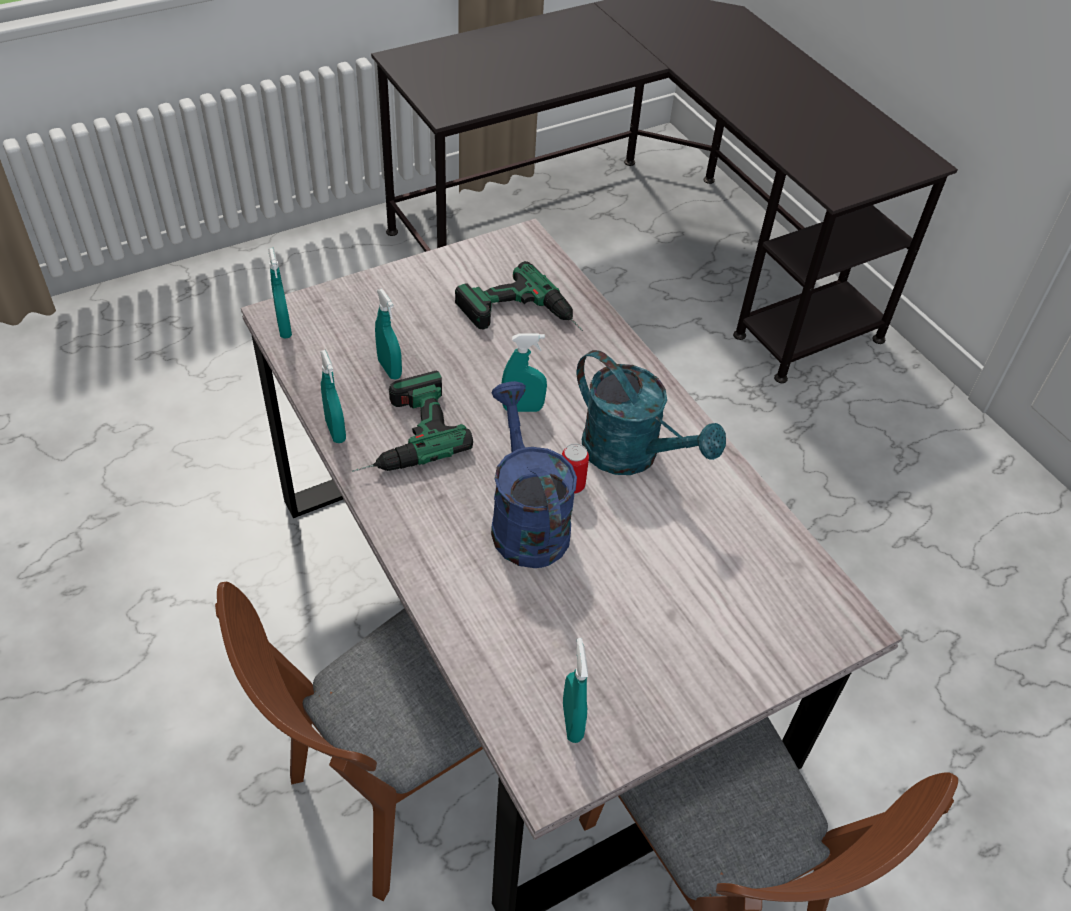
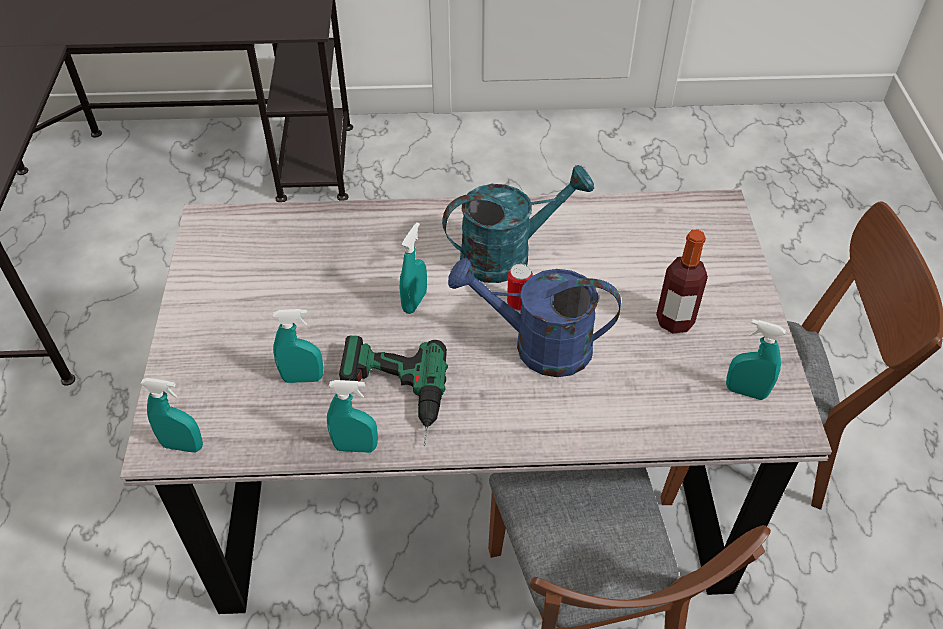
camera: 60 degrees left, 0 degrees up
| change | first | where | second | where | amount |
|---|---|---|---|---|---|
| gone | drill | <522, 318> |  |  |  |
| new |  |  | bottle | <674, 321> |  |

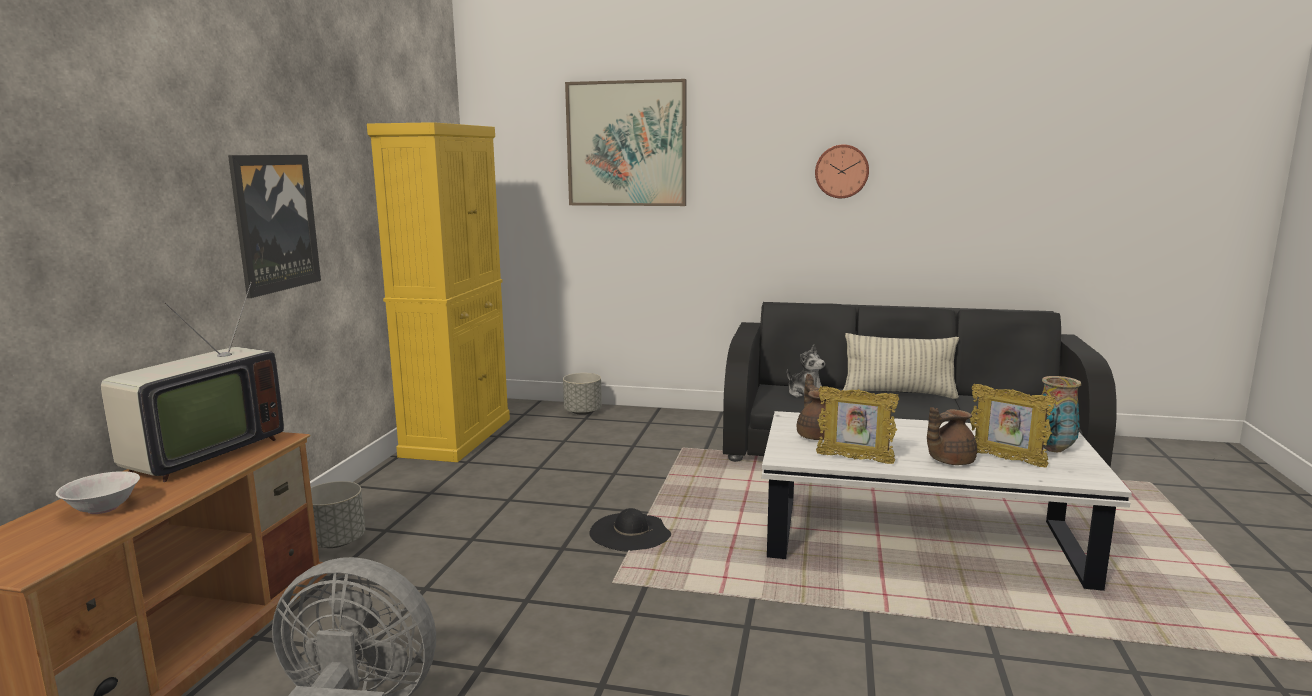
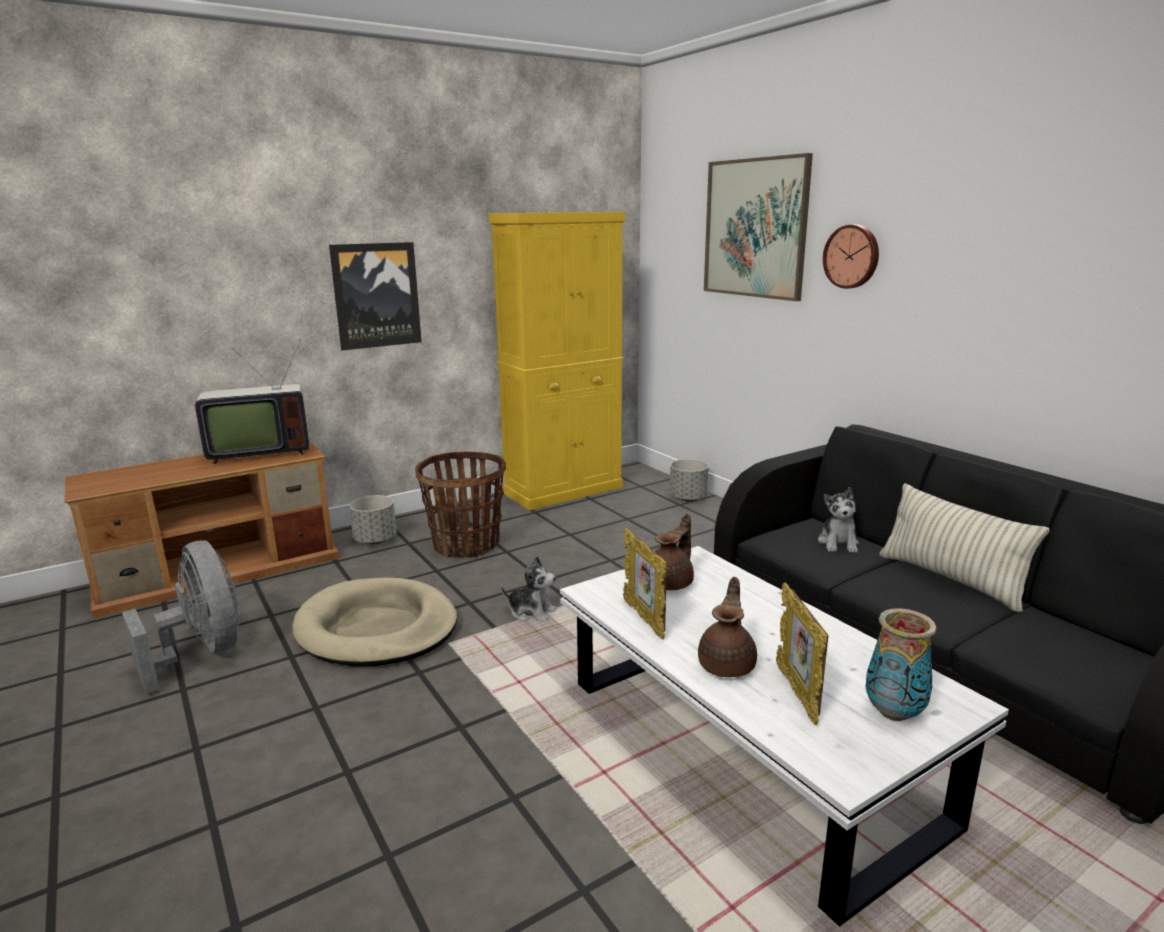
camera: 45 degrees right, 5 degrees up
| change | first | where | second | where | amount |
|---|---|---|---|---|---|
| gone | serving bowl (whitish) | <103, 508> |  |  |  |
| new |  |  | pet bed (beige) | <377, 628> |  |
| new |  |  | household basket | <466, 545> |  |
| shifted | hanging clock | <841, 171> |  | <852, 256> |  |
| swapped | hat (black-coloured) | <631, 532> | soft toy | <531, 612> |  |
| rotated | tea pot (brown-coloured) | <948, 461> |  | <727, 664> | 90 degrees clockwise |

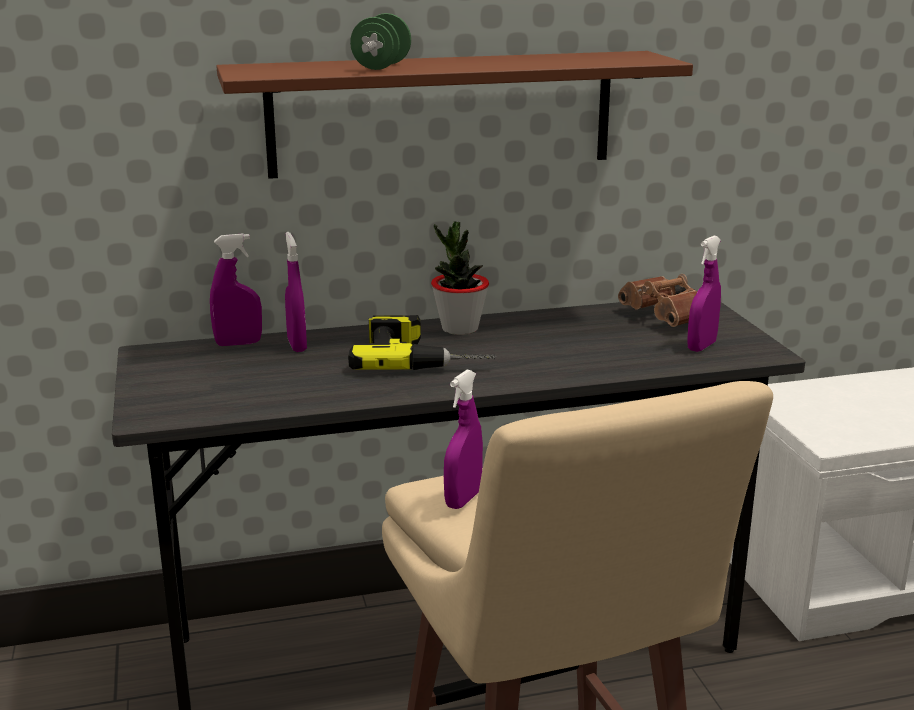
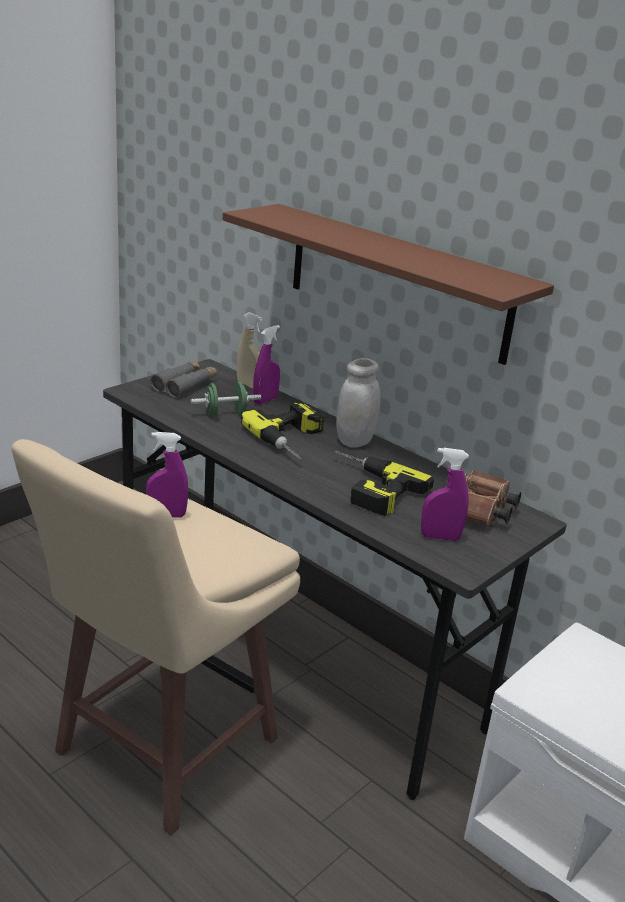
camera: 55 degrees right, 5 degrees up
| change | first | where | second | where | amount |
|---|---|---|---|---|---|
| new |  |  | field glasses (gray) | <185, 385> |  |
| new |  |  | drill | <366, 487> |  |
| shifted | hand weight (green) | <381, 67> |  | <225, 413> |  |
| swapped | houseplant | <459, 329> | preserve jar (whitish) | <355, 441> |  |
| repainted | spray bottle (purple) | <238, 343> | spray bottle (beige) | <248, 385> |  |

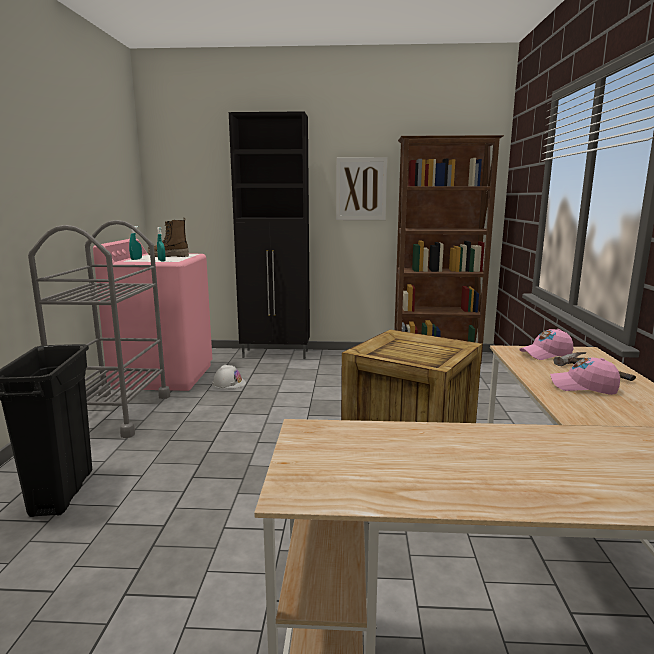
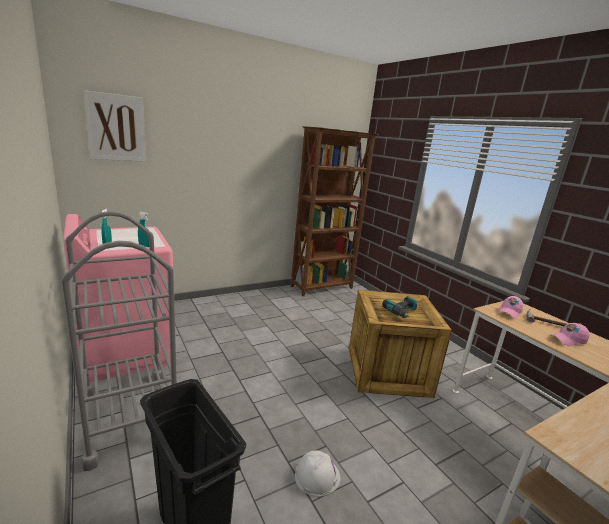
camera: 35 degrees left, 5 degrees up
| change | first | where | second | where | amount |
|---|---|---|---|---|---|
| gone | boot | <168, 256> |  |  |  |
| gone | storage cabinet (black-coloured) | <276, 354> |  |  |  |
| new |  |  | drill | <402, 312> |  |
| shifted | safety helmet (whitish) | <229, 383> |  | <317, 476> |  |
| shifted | wall art | <361, 189> |  | <116, 128> |  |

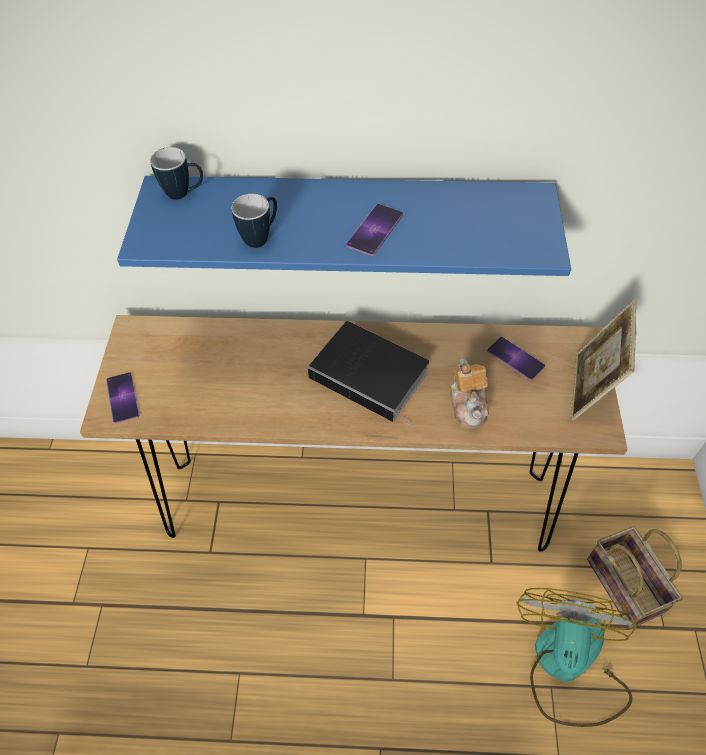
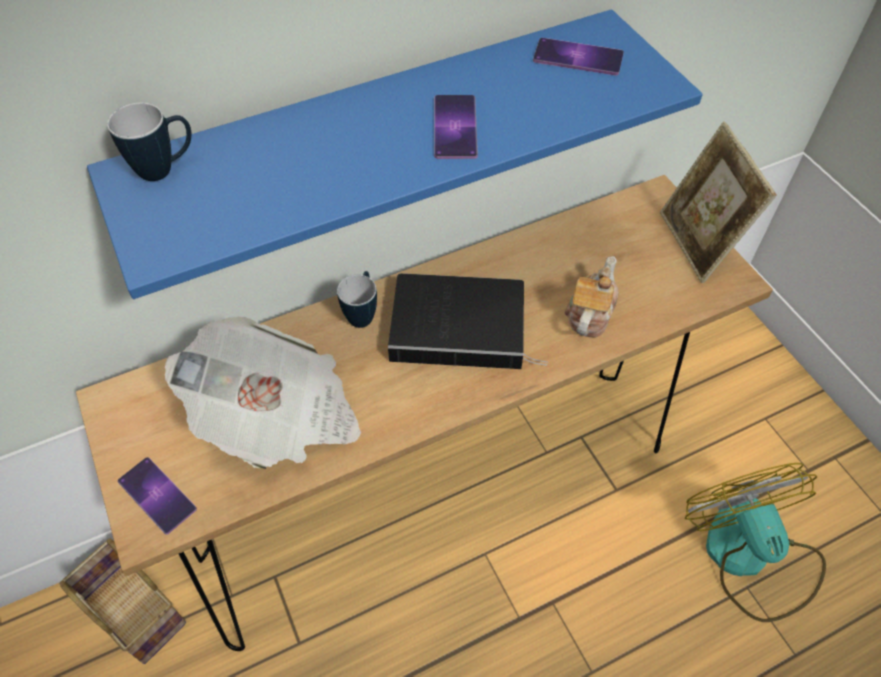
camera: 30 degrees left, 0 degrees up
| change | first | where | second | where | amount |
|---|---|---|---|---|---|
| new |  |  | daily paper | <278, 416> |  |
| shifted | mug | <261, 237> |  | <362, 313> |  |
| shifted | handset | <515, 358> |  | <578, 57> |  |
| shifted | household basket | <627, 587> |  | <139, 611> |  |
| rotated | tea pot | <468, 405> |  | <589, 313> | 120 degrees counterclockwise |

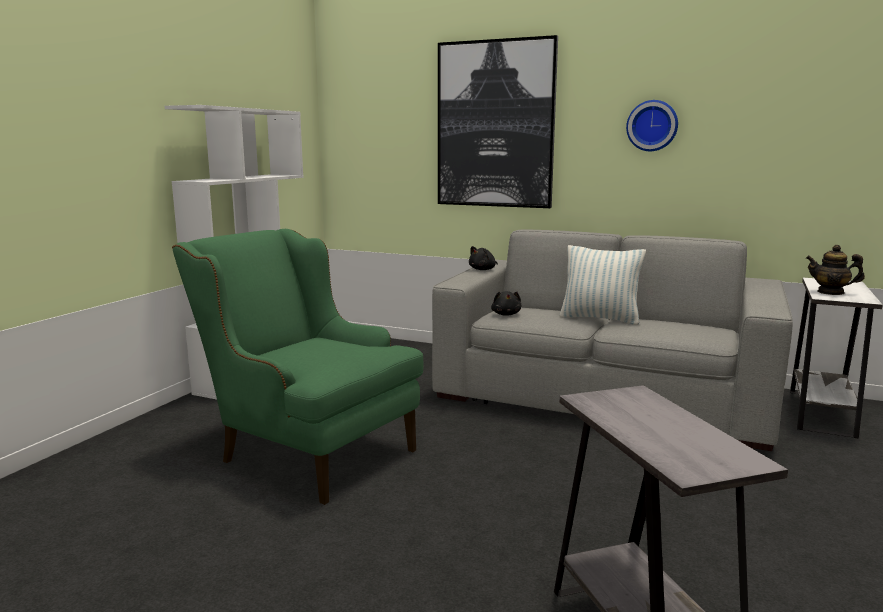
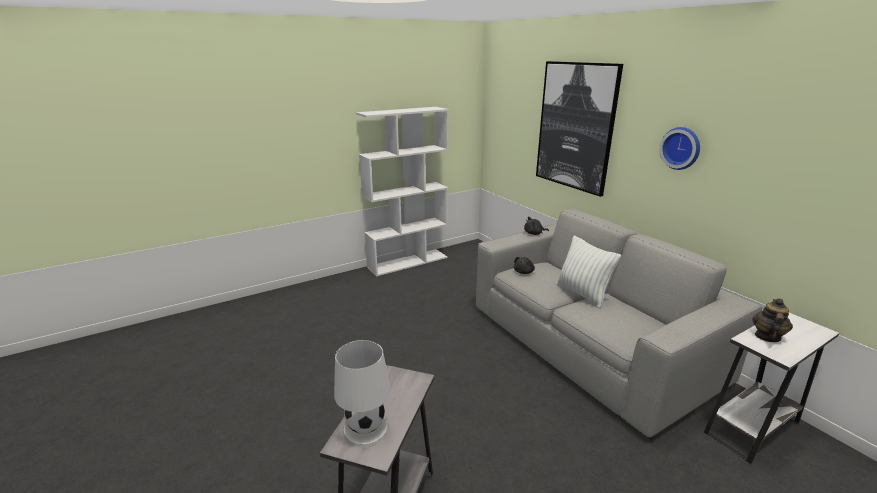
camera: 35 degrees right, 10 degrees up
| change | first | where | second | where | amount |
|---|---|---|---|---|---|
| gone | easy chair (green) | <306, 450> |  |  |  |
| new |  |  | table lamp (whitish) | <365, 429> |  |
| rotated | tea pot | <830, 292> |  | <767, 336> | 60 degrees clockwise |

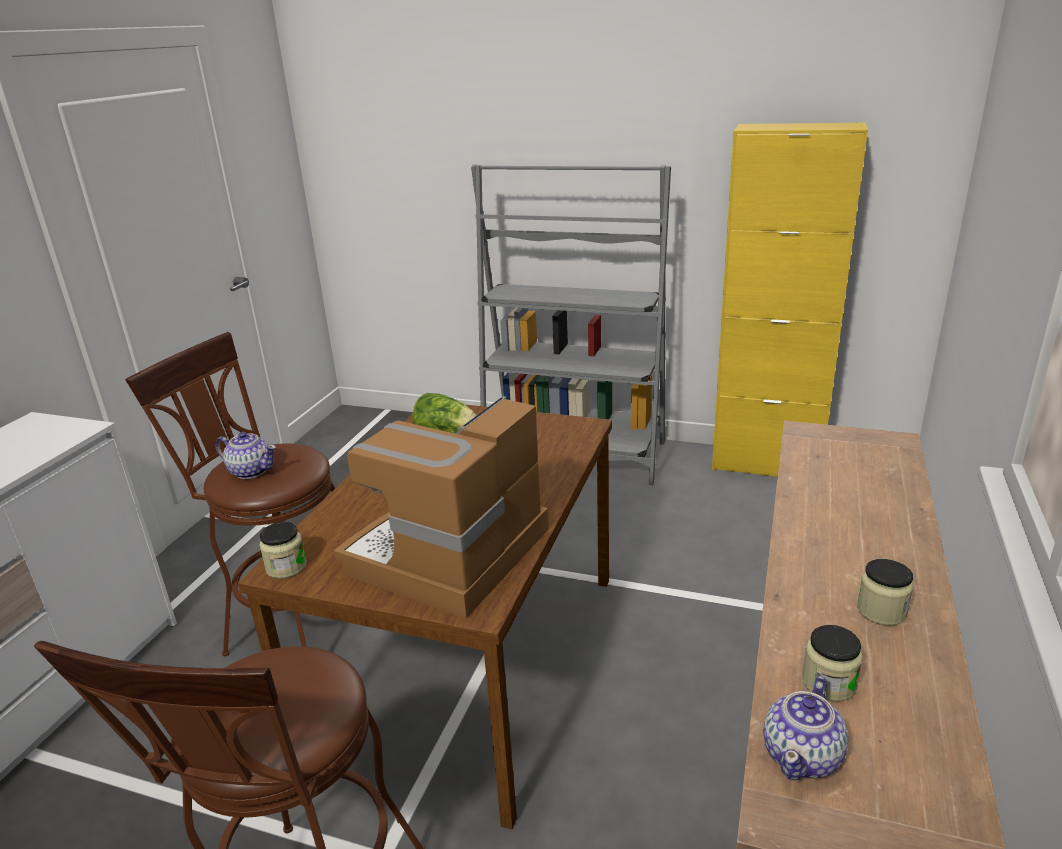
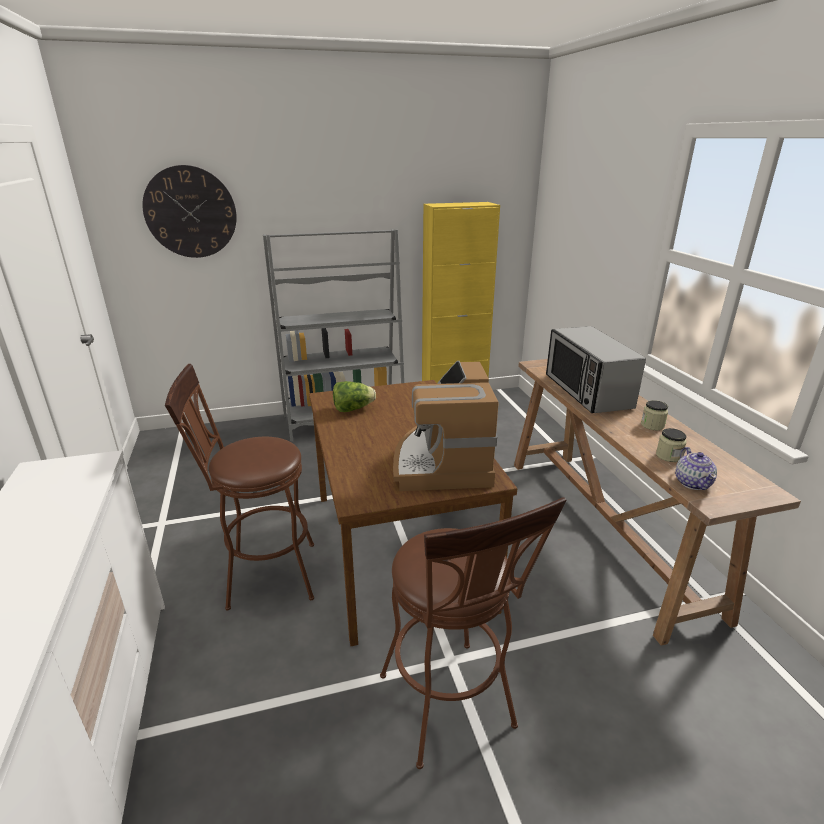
camera: 35 degrees left, 0 degrees up
| change | first | where | second | where | amount |
|---|---|---|---|---|---|
| gone | tea pot | <251, 471> |  |  |  |
| gone | preserve jar | <286, 567> |  |  |  |
| new |  |  | hanging clock | <190, 212> |  |
| new |  |  | microwave oven | <587, 392> |  |

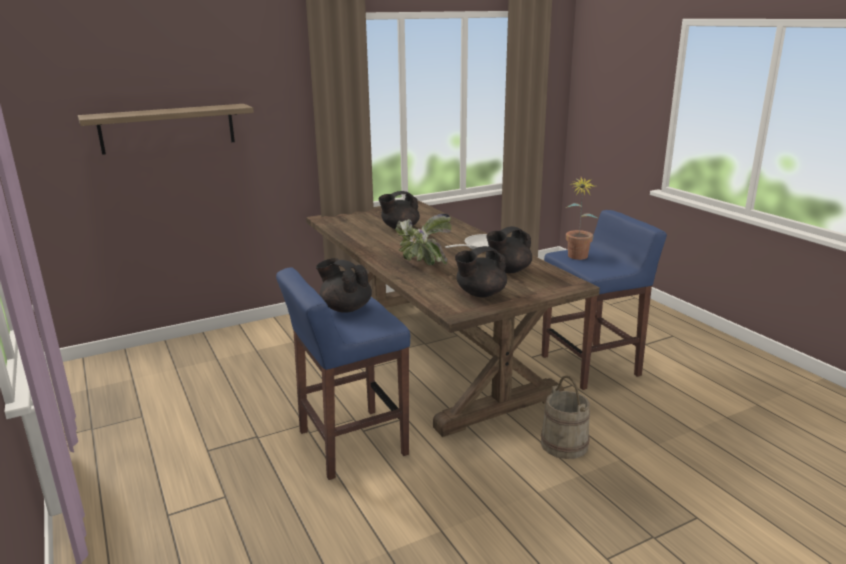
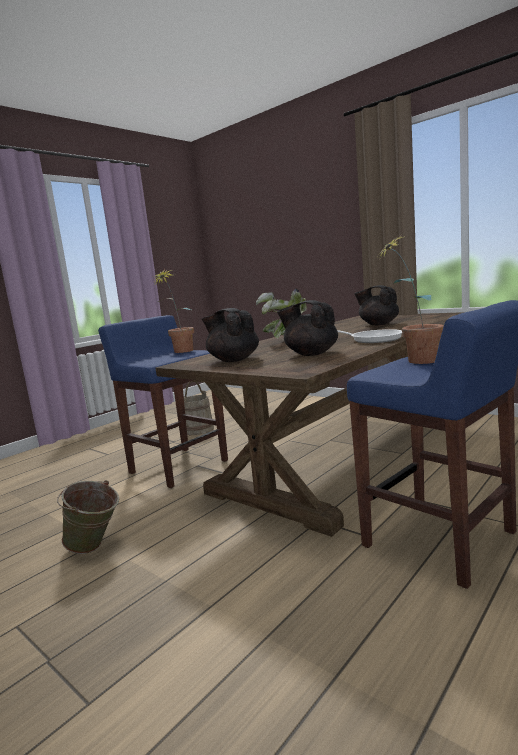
camera: 70 degrees right, 10 degrees down
| change | first | where | second | where | amount |
|---|---|---|---|---|---|
| gone | wall shelf | <168, 128> |  |  |  |
| new |  |  | bucket (green) | <95, 548> |  |
| shifted | bucket (beige) | <564, 444> |  | <198, 430> |  |
| swapped | tea pot (black-coloured) | <345, 308> | houseplant | <180, 352> |  |

